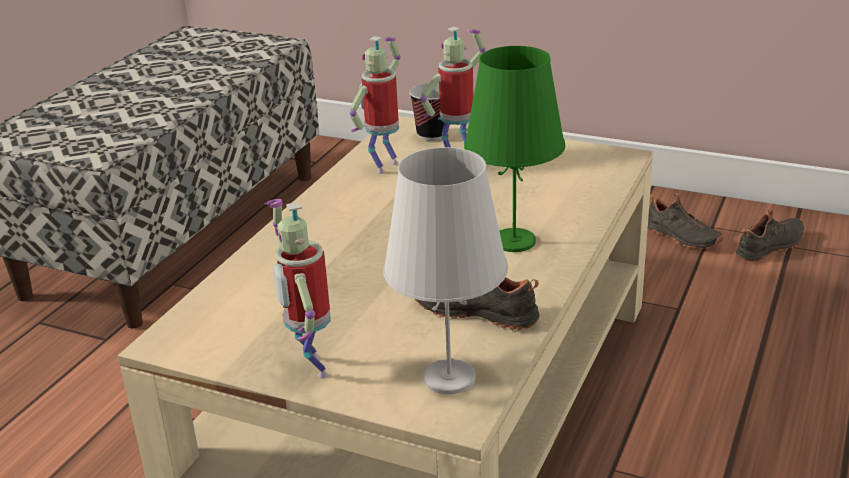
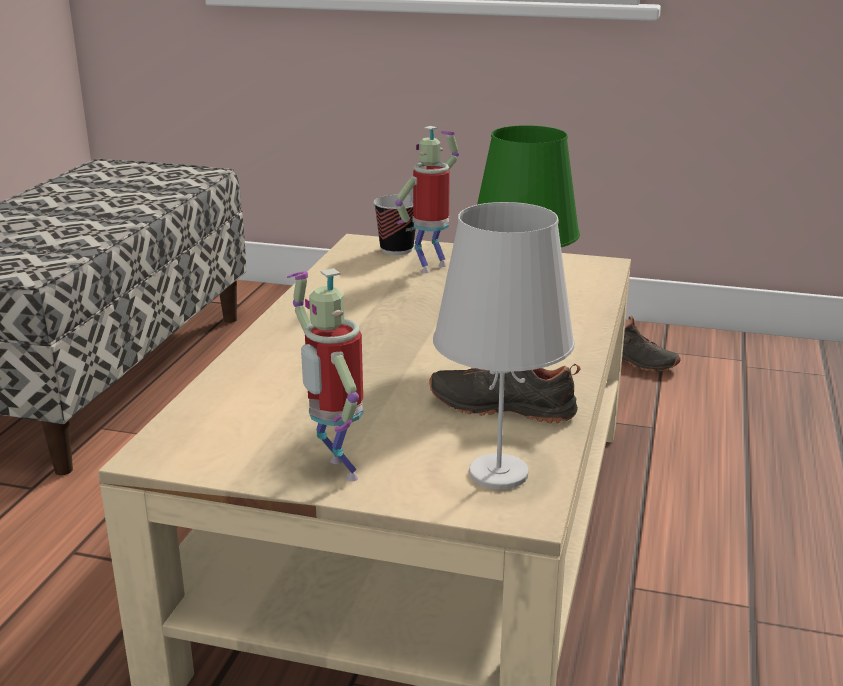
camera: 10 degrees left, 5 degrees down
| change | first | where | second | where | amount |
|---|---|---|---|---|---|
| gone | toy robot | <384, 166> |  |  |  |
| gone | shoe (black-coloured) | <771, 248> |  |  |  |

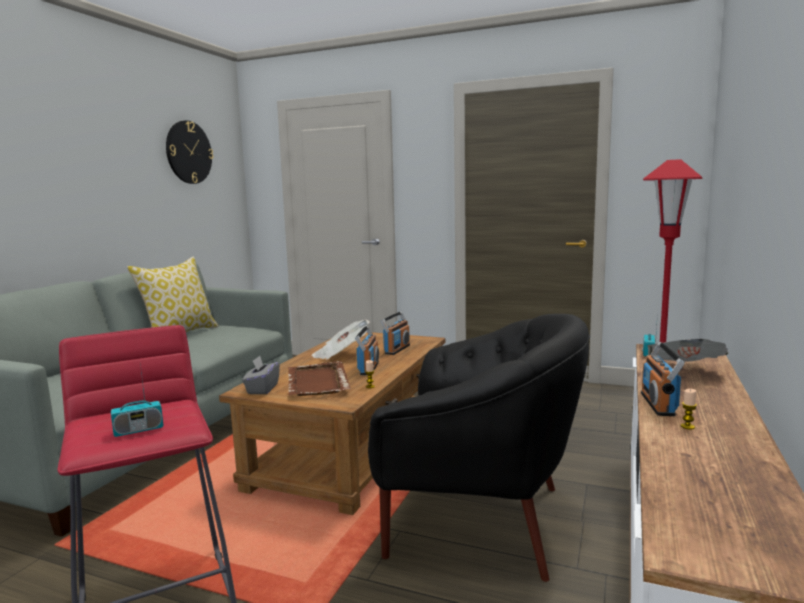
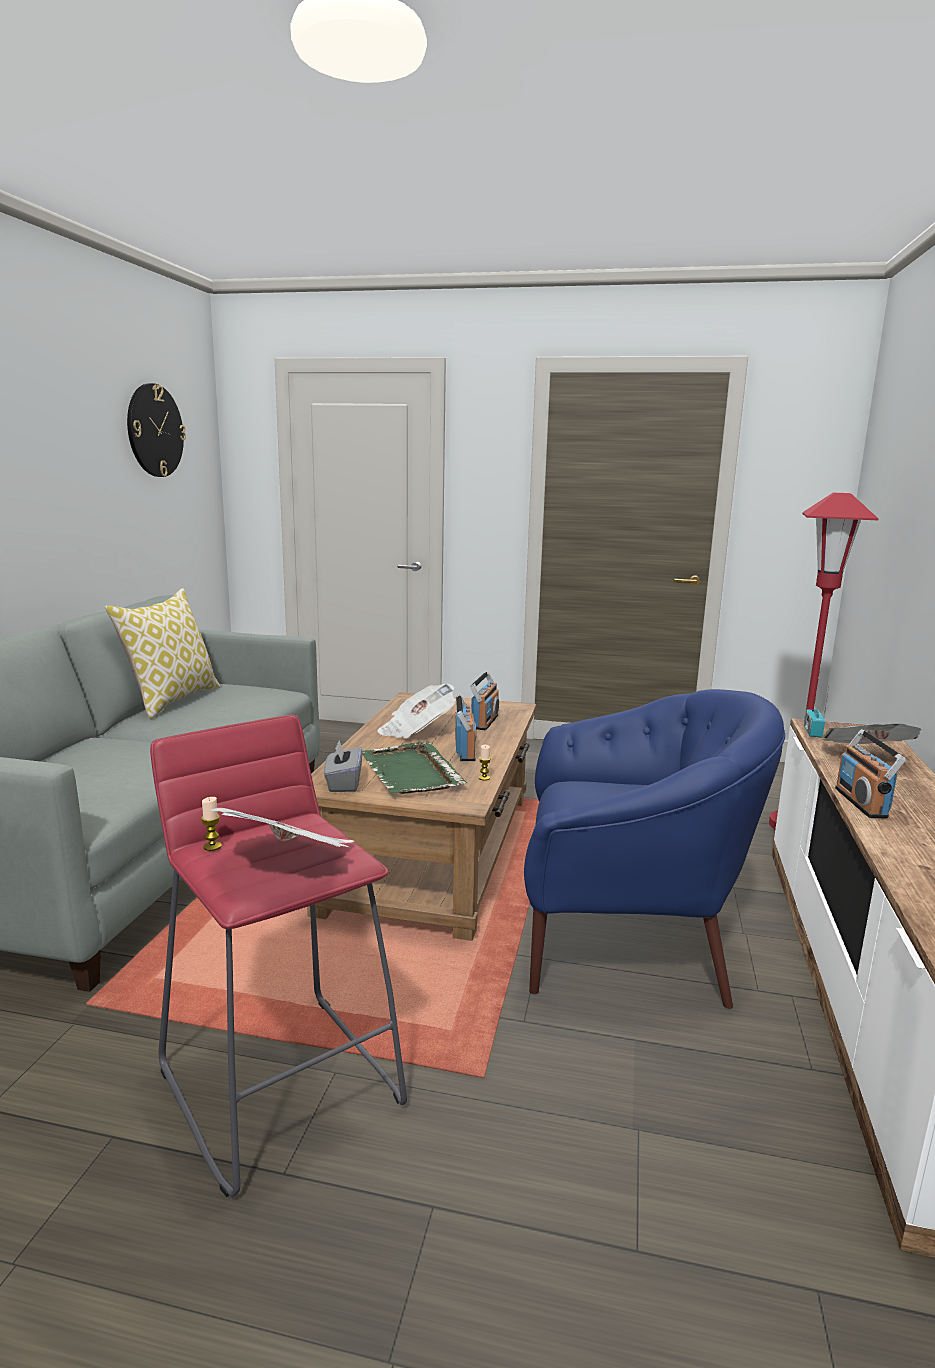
camera: 10 degrees left, 5 degrees up
| change | first | where | second | where | amount |
|---|---|---|---|---|---|
| shifted | wax light | <687, 426> |  | <212, 846> |  |
| swapped | radio receiver | <138, 430> | daily paper | <290, 862> |  |
| repainted | tray (brown-coloured) | <317, 382> | tray (green) | <411, 772> |  |
| repainted | easy chair (black-coloured) | <479, 518> | easy chair (bluish) | <625, 937> |  |

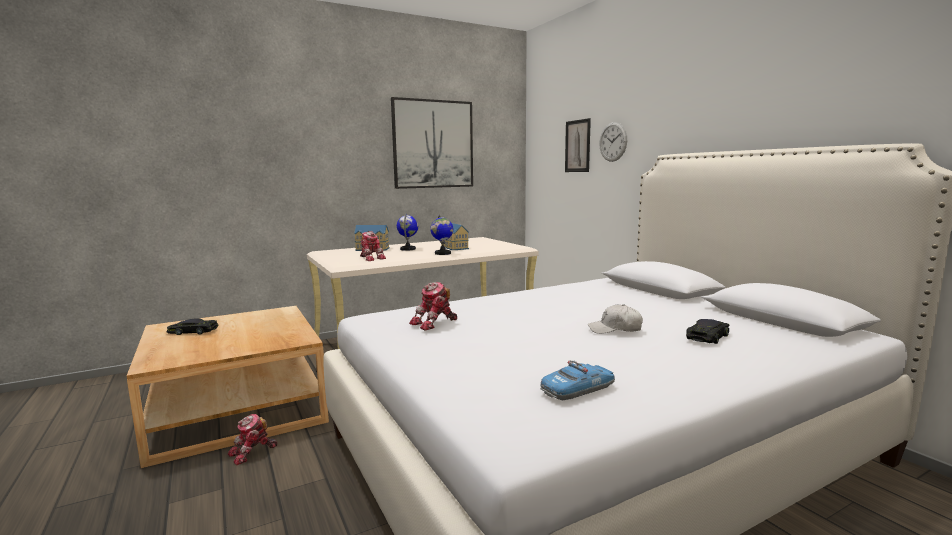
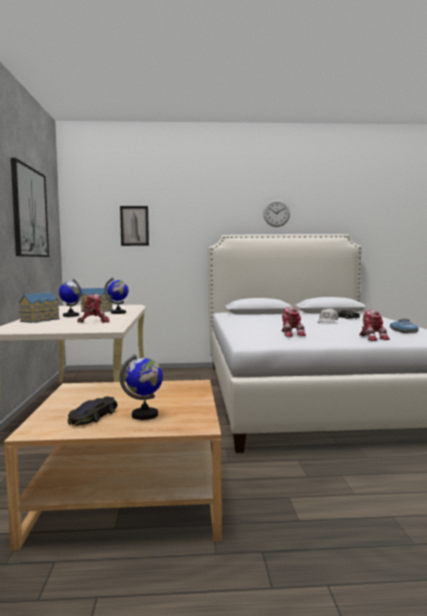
camera: 65 degrees left, 5 degrees down
| change | first | where | second | where | amount |
|---|---|---|---|---|---|
| new |  |  | desk globe | <145, 415> |  |
| shifted | toy robot | <252, 452> |  | <372, 338> |  |
| shifted | hanging clock | <613, 142> |  | <276, 213> |  |

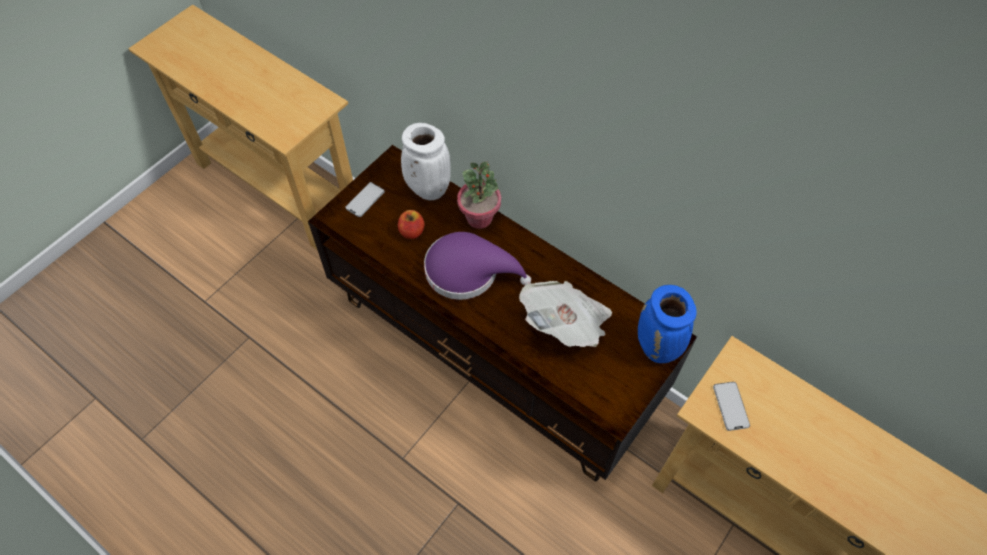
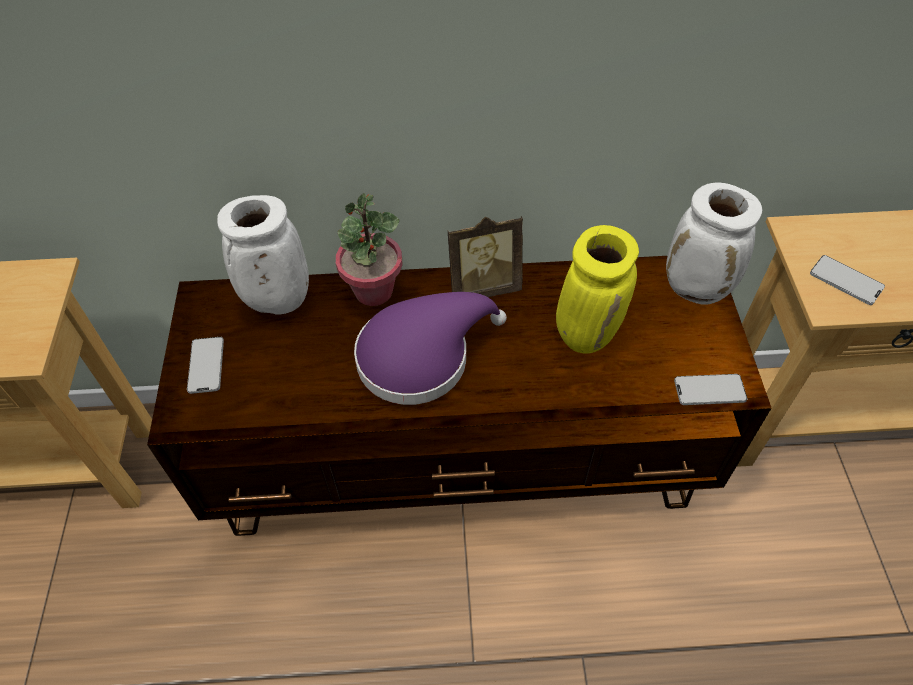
camera: 40 degrees left, 5 degrees down
| change | first | where | second | where | amount |
|---|---|---|---|---|---|
| gone | apple | <412, 231> |  |  |  |
| new |  |  | picture frame | <483, 287> |  |
| new |  |  | handset | <709, 390> |  |
| swapped | daily paper | <566, 324> | flower vase (yellow-coloured) | <586, 333> |  |
| repainted | flower vase (bluish) | <657, 348> | flower vase (whitish) | <697, 290> |  |

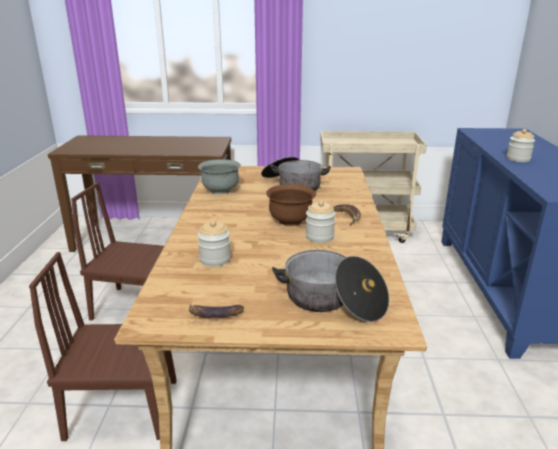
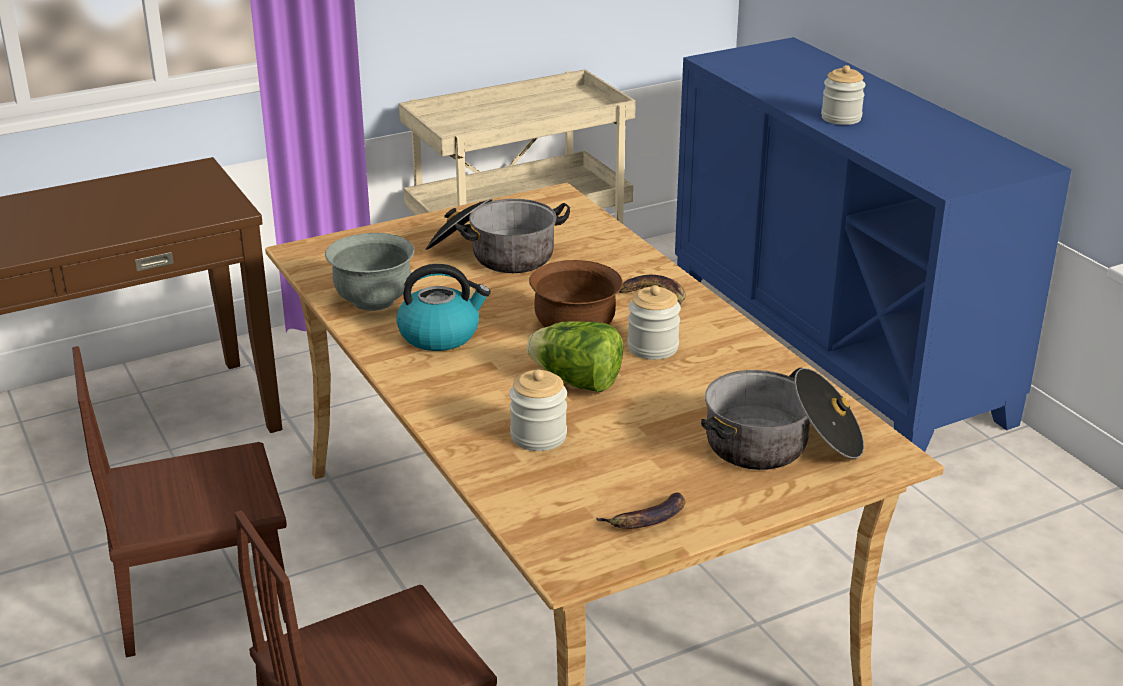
camera: 30 degrees left, 5 degrees up
| change | first | where | second | where | amount |
|---|---|---|---|---|---|
| new |  |  | kettle | <440, 334> |  |
| new |  |  | lettuce head | <577, 382> |  |

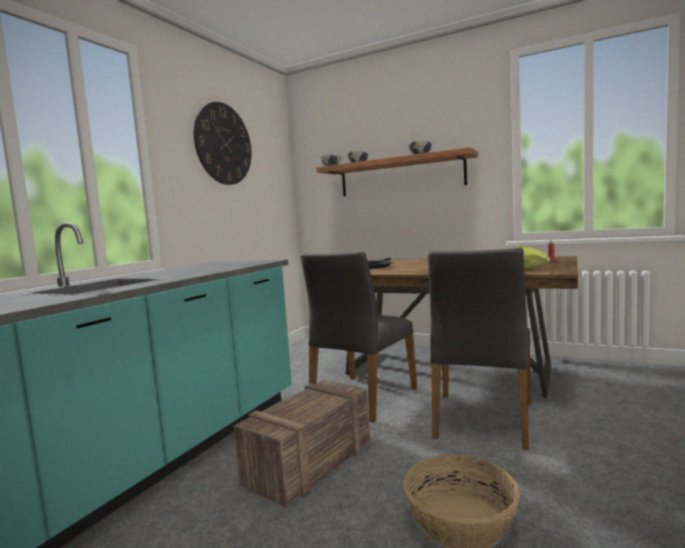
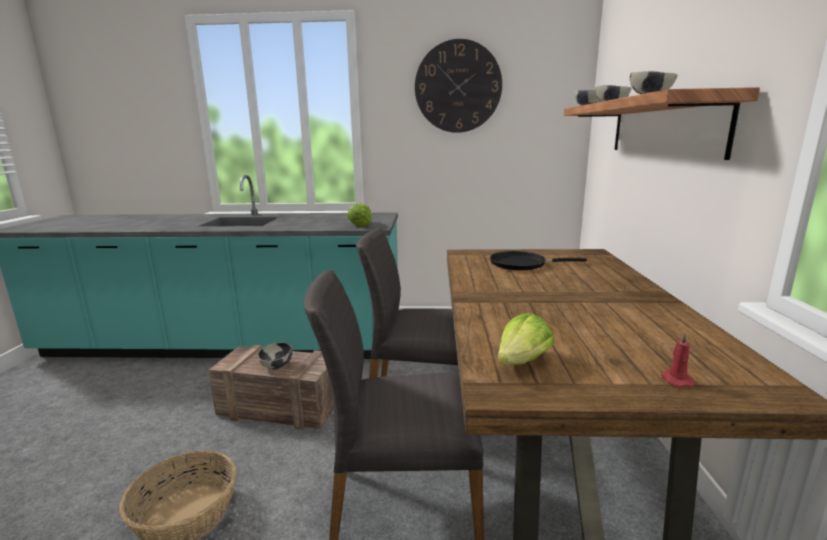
camera: 65 degrees right, 10 degrees up
| change | first | where | second | where | amount |
|---|---|---|---|---|---|
| new |  |  | serving bowl | <277, 366> |  |
| new |  |  | lettuce head | <360, 224> |  |

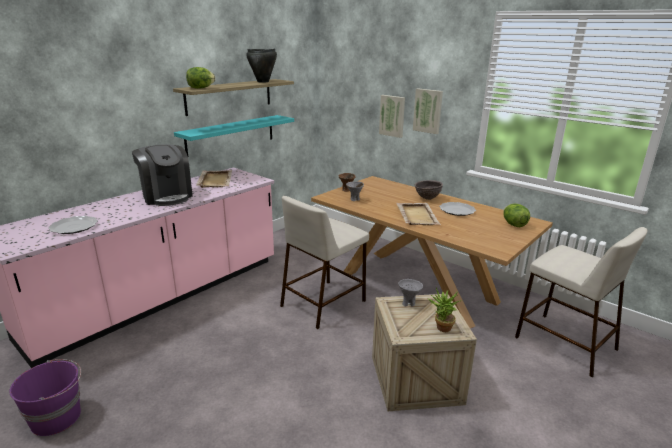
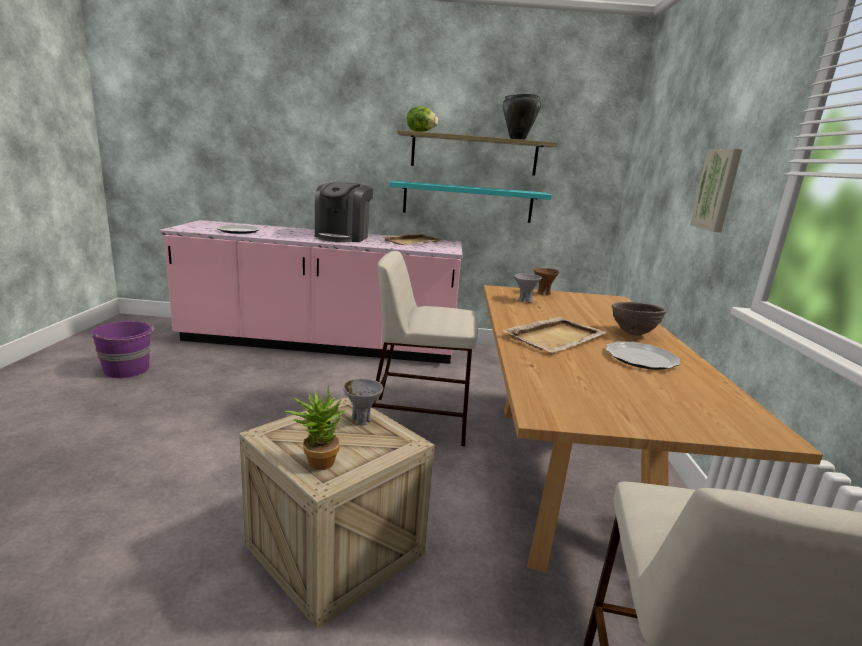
camera: 50 degrees right, 5 degrees down
| change | first | where | second | where | amount |
|---|---|---|---|---|---|
| gone | wall art | <392, 116> |  |  |  |
| gone | lettuce head | <514, 224> |  |  |  |

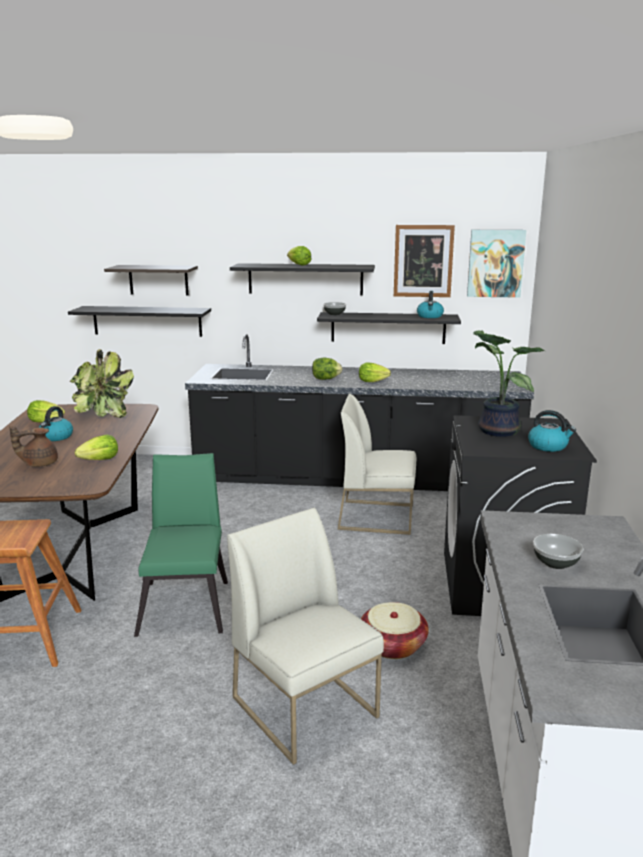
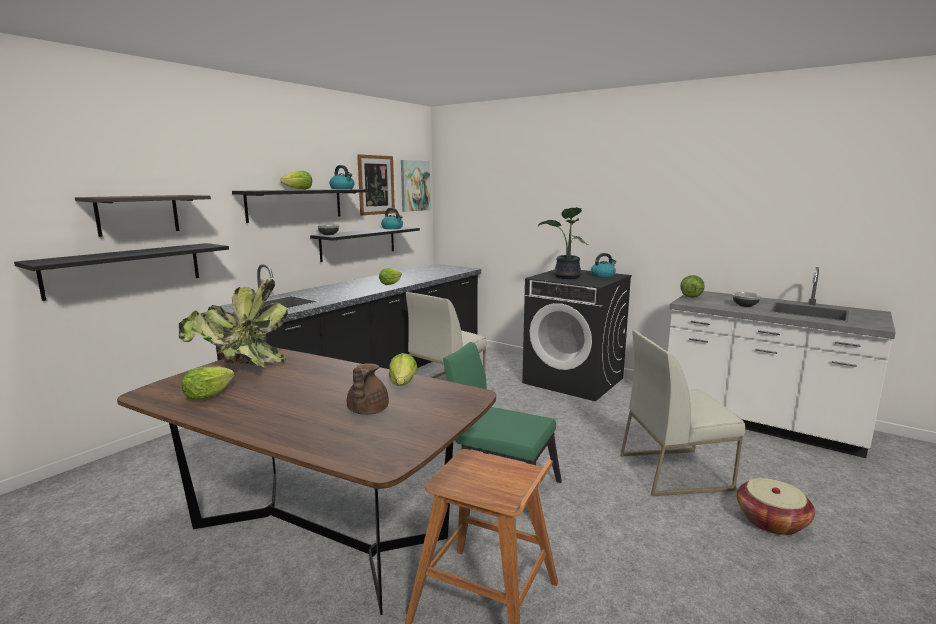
camera: 60 degrees left, 5 degrees down
| change | first | where | second | where | amount |
|---|---|---|---|---|---|
| shifted | kettle | <56, 437> |  | <342, 189> |  |
| shifted | lettuce head | <325, 379> |  | <691, 296> |  |
| shifted | household basket | <393, 645> |  | <771, 521> |  |

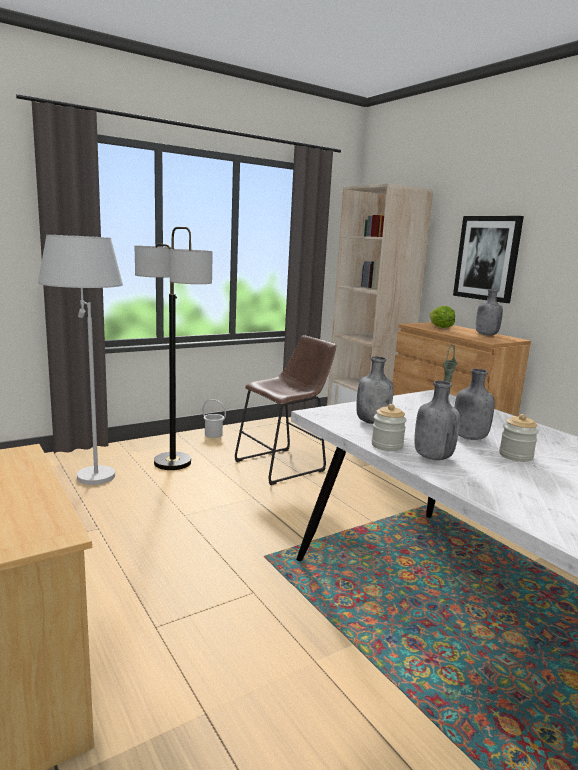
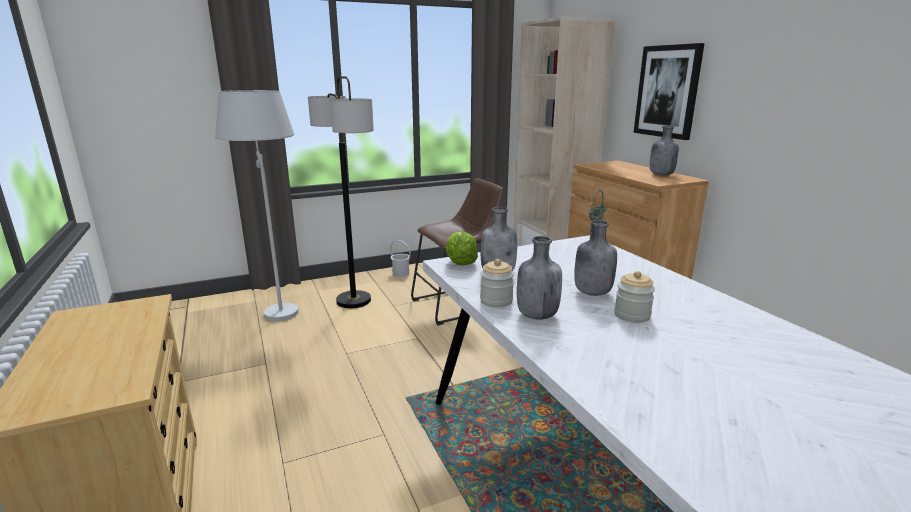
camera: 10 degrees right, 5 degrees up
| change | first | where | second | where | amount |
|---|---|---|---|---|---|
| shifted | lettuce head | <440, 327> |  | <460, 263> |  |

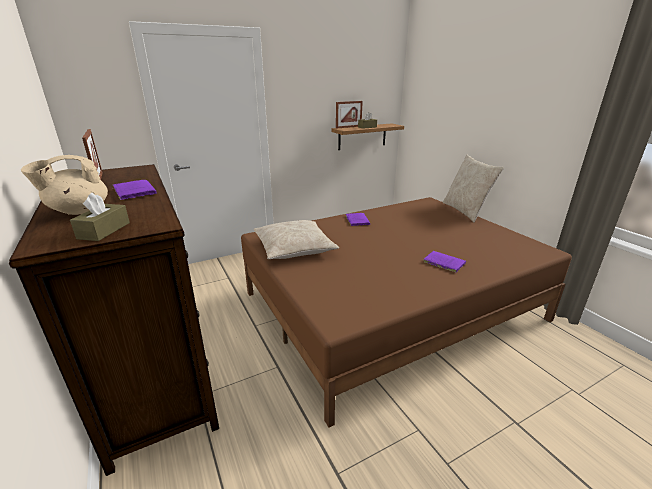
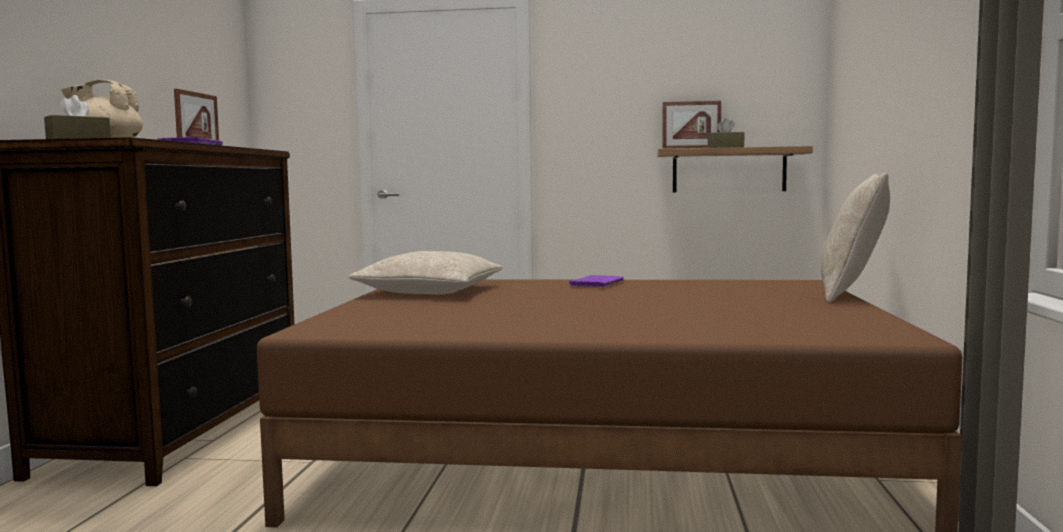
camera: 35 degrees right, 20 degrees down
| change | first | where | second | where | amount |
|---|---|---|---|---|---|
| gone | book (purple) | <442, 262> |  |  |  |

